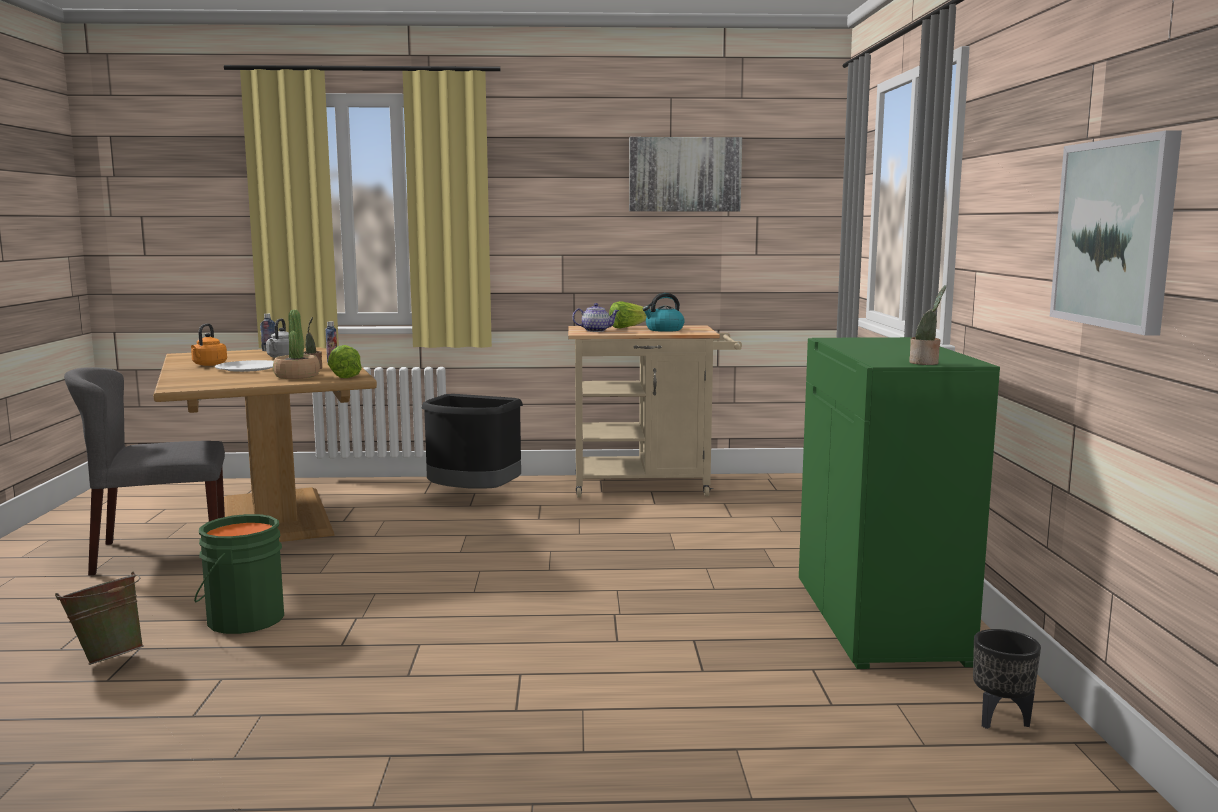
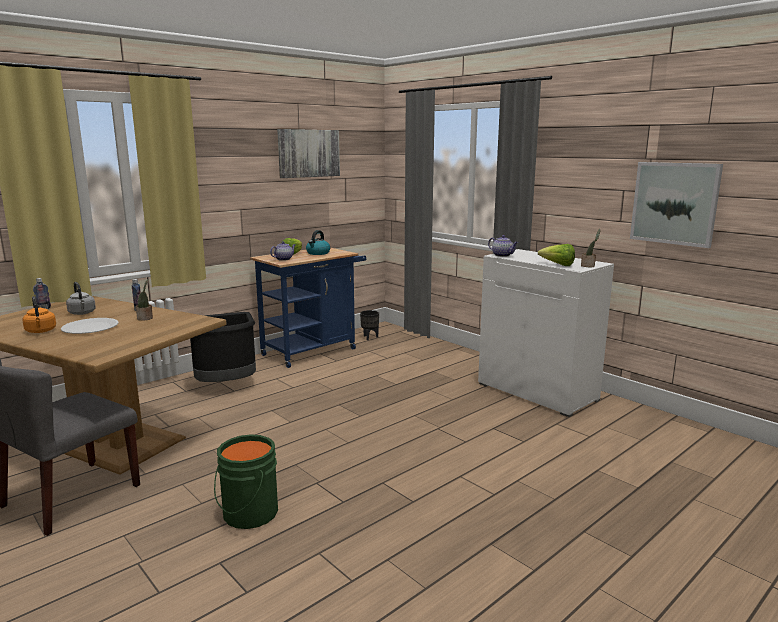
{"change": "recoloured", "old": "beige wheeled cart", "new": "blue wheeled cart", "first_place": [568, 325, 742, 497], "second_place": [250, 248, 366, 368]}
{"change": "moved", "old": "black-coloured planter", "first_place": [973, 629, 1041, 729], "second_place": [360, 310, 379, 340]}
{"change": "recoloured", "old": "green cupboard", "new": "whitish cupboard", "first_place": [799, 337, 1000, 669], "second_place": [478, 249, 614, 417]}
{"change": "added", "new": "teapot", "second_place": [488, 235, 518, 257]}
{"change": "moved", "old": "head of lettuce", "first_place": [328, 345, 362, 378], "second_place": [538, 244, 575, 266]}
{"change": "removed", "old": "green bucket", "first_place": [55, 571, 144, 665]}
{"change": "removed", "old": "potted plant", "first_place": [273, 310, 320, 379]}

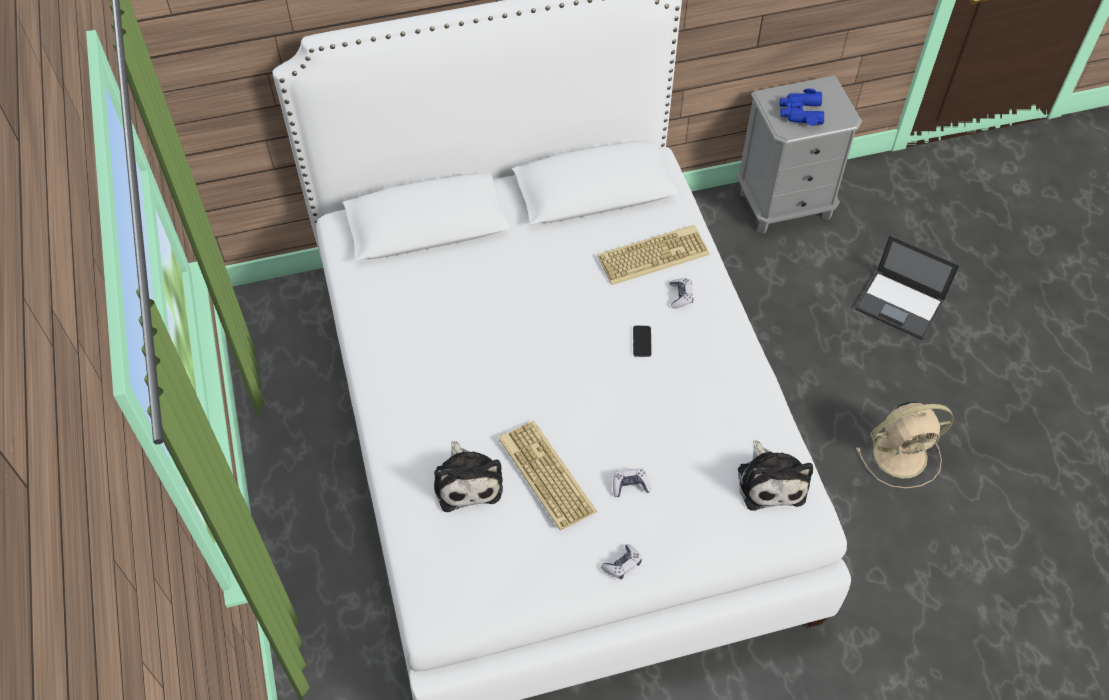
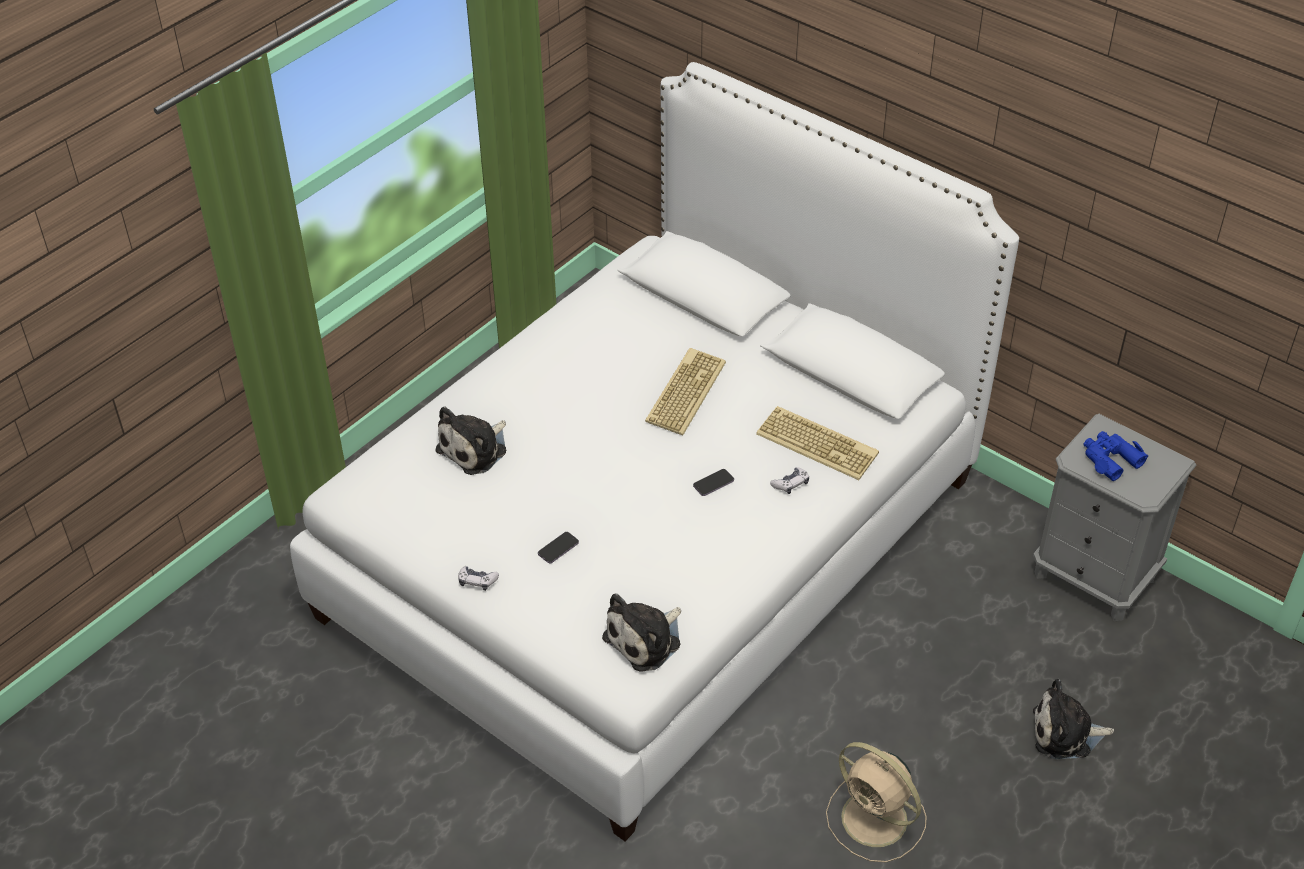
{"change": "replaced", "old": "joypad", "new": "telephone", "first_place": [613, 468, 651, 497], "second_place": [538, 532, 579, 563]}
{"change": "moved", "old": "keyboard", "first_place": [498, 421, 597, 530], "second_place": [645, 348, 726, 435]}
{"change": "replaced", "old": "laptop", "new": "soft toy", "first_place": [855, 235, 959, 340], "second_place": [1033, 679, 1114, 759]}

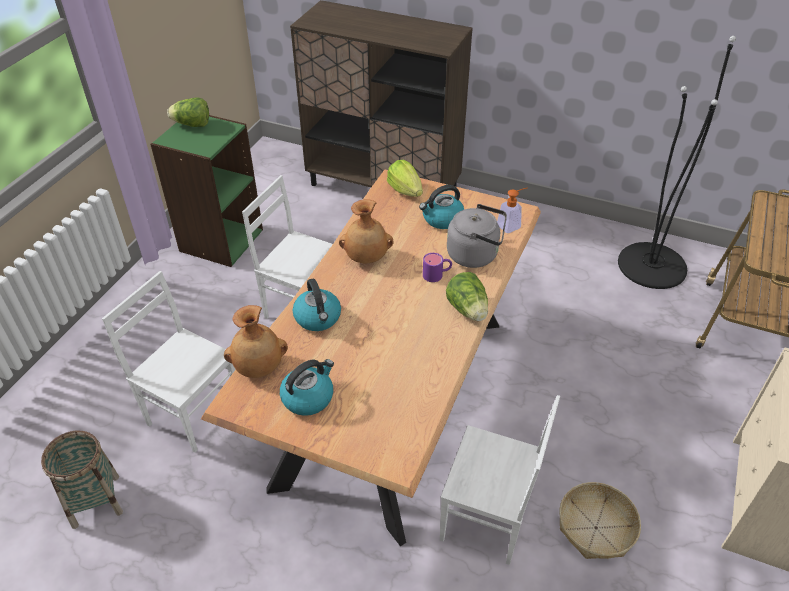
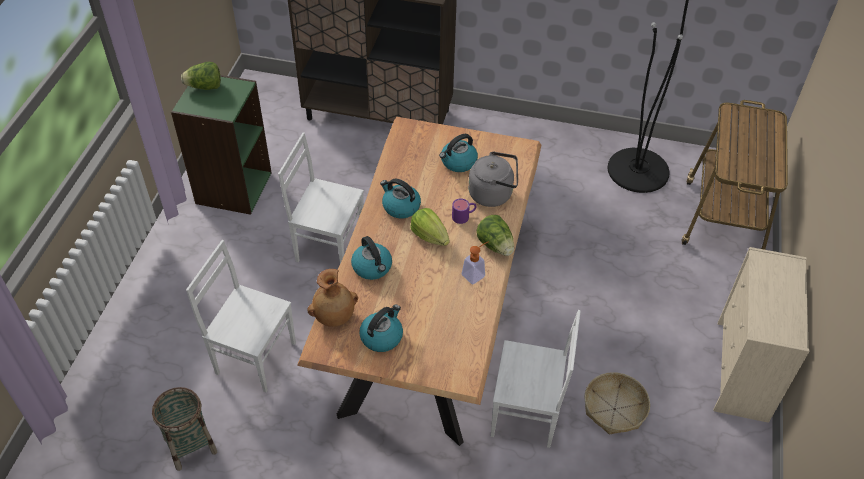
{"change": "replaced", "old": "brownish vase", "new": "tea kettle", "first_place": [339, 199, 394, 263], "second_place": [380, 178, 421, 219]}
{"change": "moved", "old": "head of lettuce", "first_place": [387, 160, 423, 197], "second_place": [410, 208, 450, 246]}
{"change": "moved", "old": "soap bottle", "first_place": [497, 188, 528, 233], "second_place": [462, 241, 489, 284]}

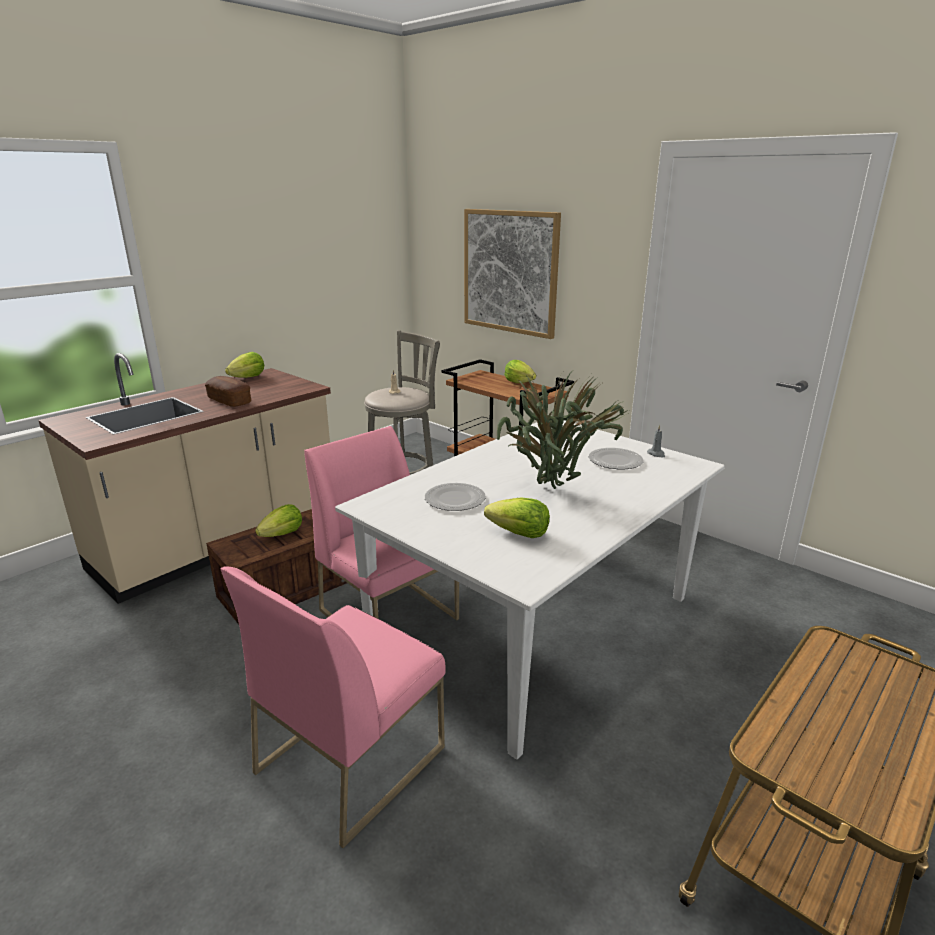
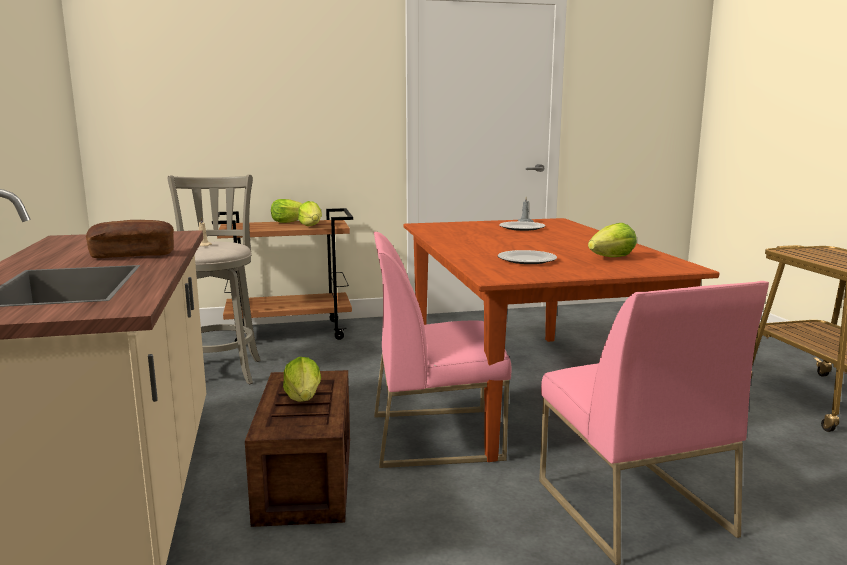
{"change": "moved", "old": "head of lettuce", "first_place": [225, 352, 264, 378], "second_place": [298, 201, 322, 226]}
{"change": "recoloured", "old": "whitish kitchen table", "new": "brownish kitchen table", "first_place": [335, 420, 725, 760], "second_place": [403, 218, 719, 462]}
{"change": "removed", "old": "picture", "first_place": [464, 209, 561, 339]}
{"change": "removed", "old": "potted plant", "first_place": [497, 371, 629, 489]}

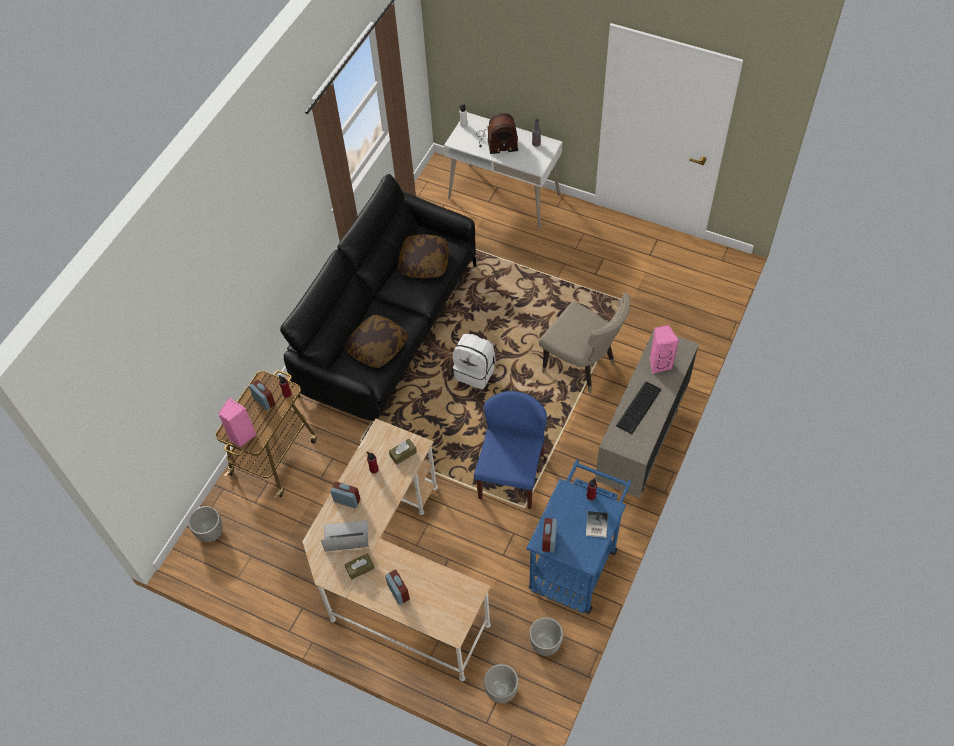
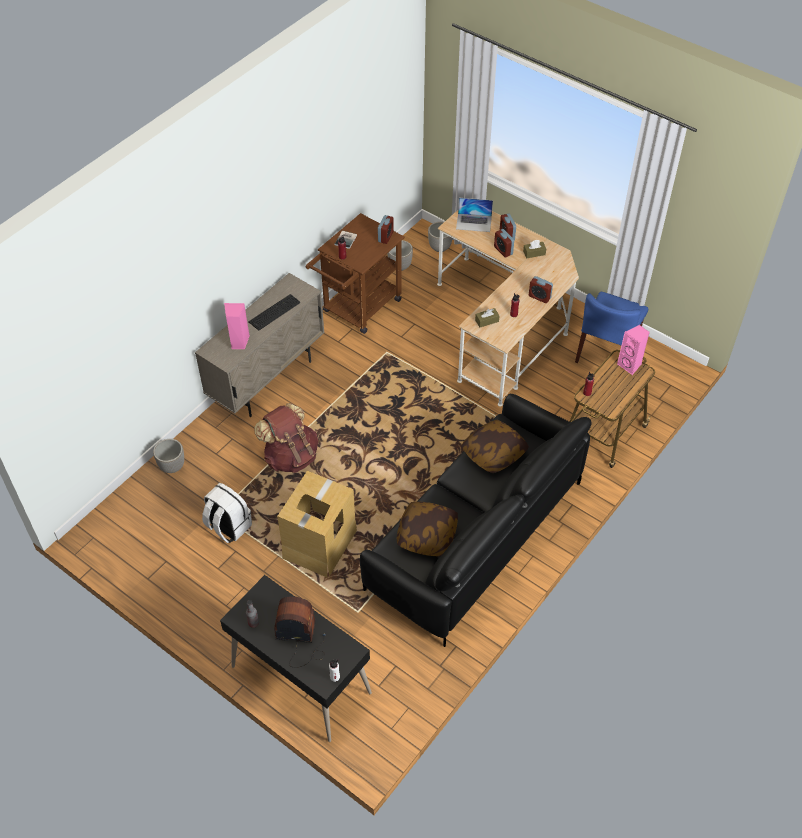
{"change": "moved", "old": "planter", "first_place": [188, 506, 223, 542], "second_place": [153, 439, 184, 473]}
{"change": "moved", "old": "whitish knapsack", "first_place": [453, 334, 496, 389], "second_place": [202, 483, 252, 543]}
{"change": "recoloured", "old": "whitish desk unit", "new": "black-coloured desk unit", "first_place": [444, 112, 563, 230], "second_place": [220, 575, 372, 742]}
{"change": "replaced", "old": "beige upright chair", "new": "brownish knapsack", "first_place": [539, 293, 630, 393], "second_place": [255, 403, 318, 473]}
{"change": "added", "new": "carton", "second_place": [277, 471, 357, 577]}
{"change": "recoloured", "old": "blue wheeled cart", "new": "brownish wheeled cart", "first_place": [526, 459, 631, 614], "second_place": [306, 213, 405, 334]}
{"change": "moved", "old": "laptop", "first_place": [321, 520, 369, 552], "second_place": [456, 198, 493, 232]}
{"change": "moved", "old": "bedside clock", "first_place": [249, 380, 275, 410], "second_place": [494, 229, 514, 258]}
{"change": "moved", "old": "blue upright chair", "first_place": [474, 391, 547, 509], "second_place": [575, 292, 648, 363]}

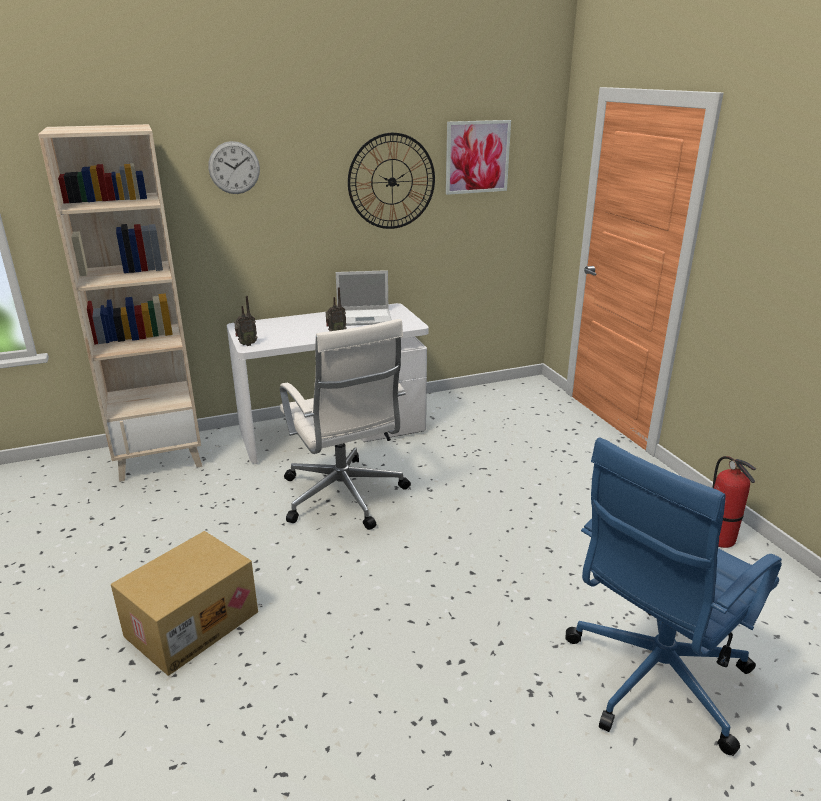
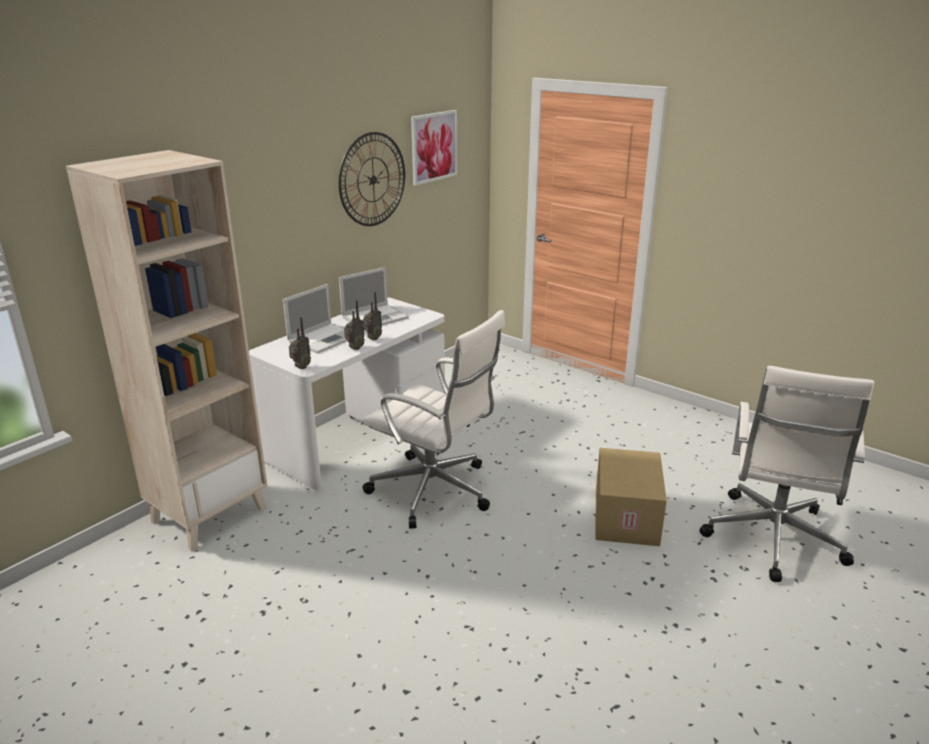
{"change": "added", "new": "laptop", "second_place": [283, 284, 348, 354]}
{"change": "added", "new": "radio", "second_place": [344, 300, 365, 350]}
{"change": "moved", "old": "carton", "first_place": [111, 531, 258, 676], "second_place": [595, 448, 667, 546]}
{"change": "recoloured", "old": "blue computer chair", "new": "whitish computer chair", "first_place": [566, 437, 782, 756], "second_place": [699, 366, 874, 582]}
{"change": "removed", "old": "clock on the wall", "first_place": [208, 141, 260, 194]}
{"change": "removed", "old": "fire-fighting cylinder", "first_place": [713, 456, 756, 548]}

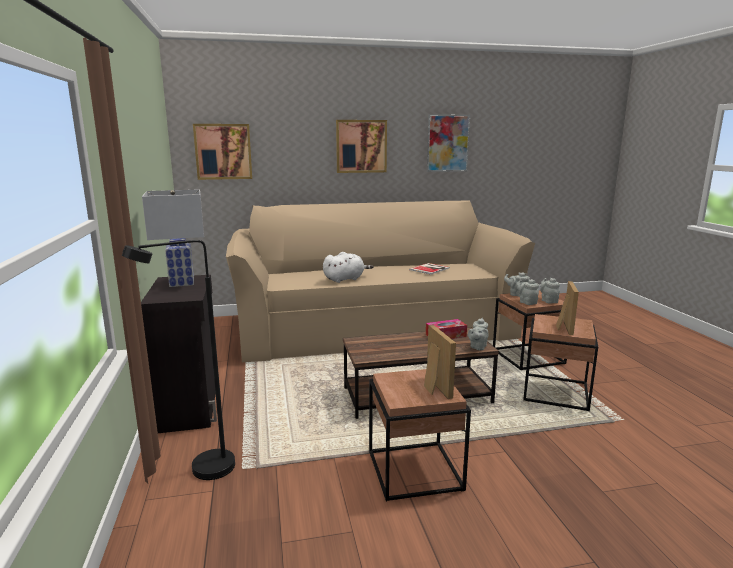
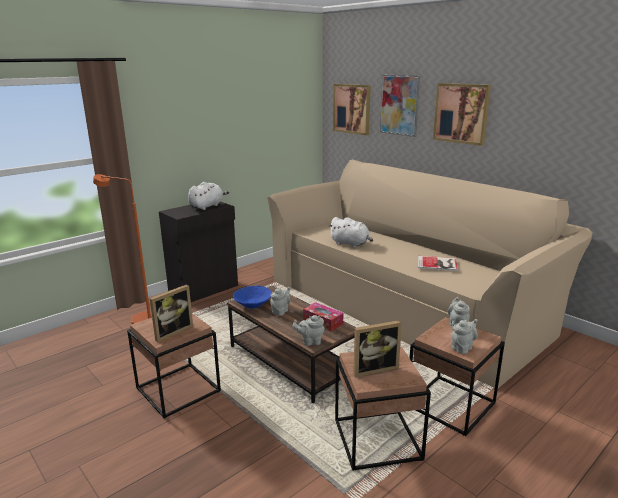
{"change": "recoloured", "old": "black-coloured floor lamp", "new": "orangey floor lamp", "first_place": [122, 240, 235, 480], "second_place": [93, 174, 152, 324]}
{"change": "replaced", "old": "whitish lamp for a table", "new": "whitish soft toy", "first_place": [142, 190, 204, 287], "second_place": [188, 182, 229, 210]}
{"change": "added", "new": "blue serving bowl", "second_place": [233, 286, 272, 308]}
{"change": "moved", "old": "grey teapot", "first_place": [517, 279, 539, 305], "second_place": [270, 287, 291, 316]}
{"change": "moved", "old": "picture", "first_place": [427, 114, 470, 172], "second_place": [380, 75, 420, 137]}

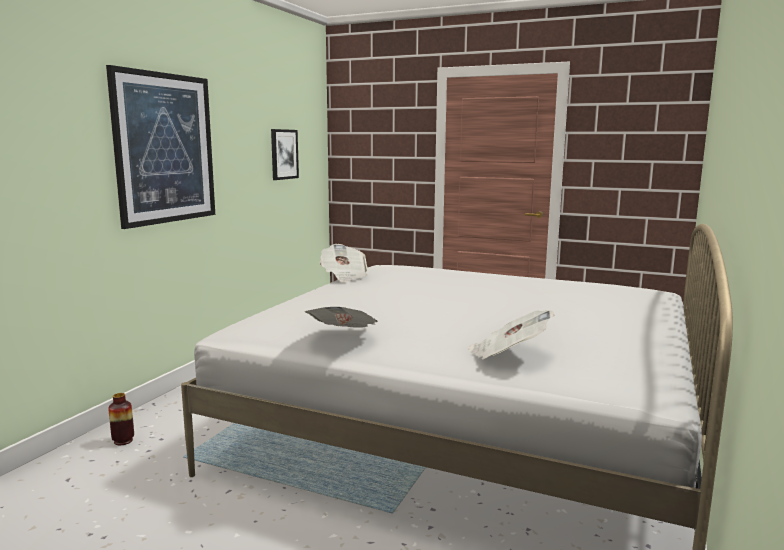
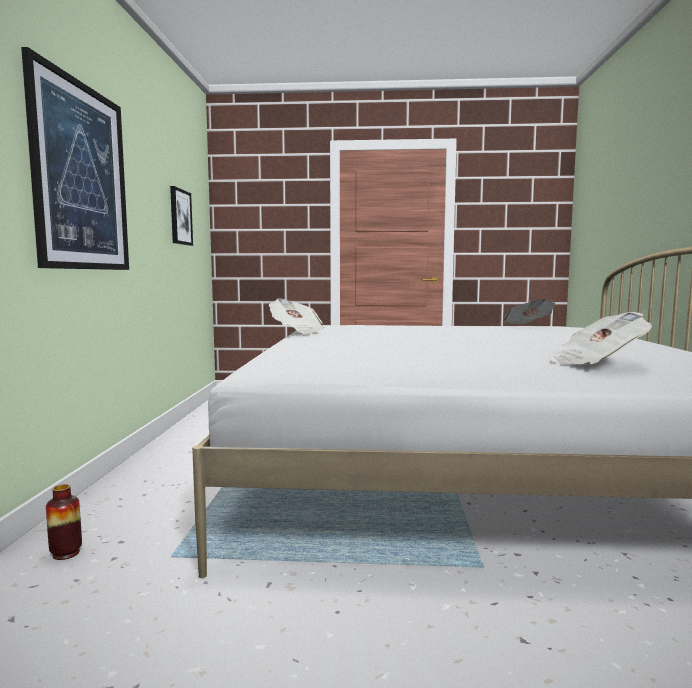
{"change": "moved", "old": "daily paper", "first_place": [305, 307, 377, 328], "second_place": [503, 299, 555, 324]}

